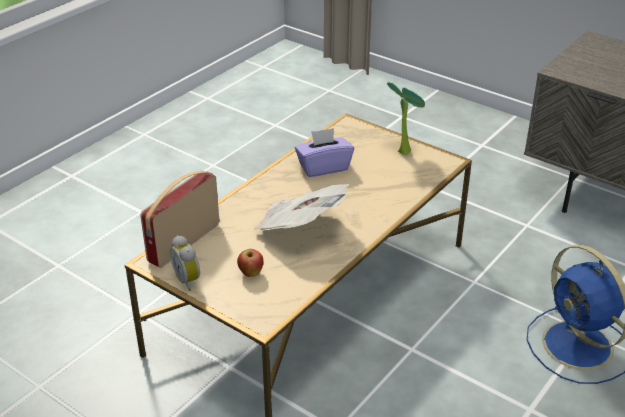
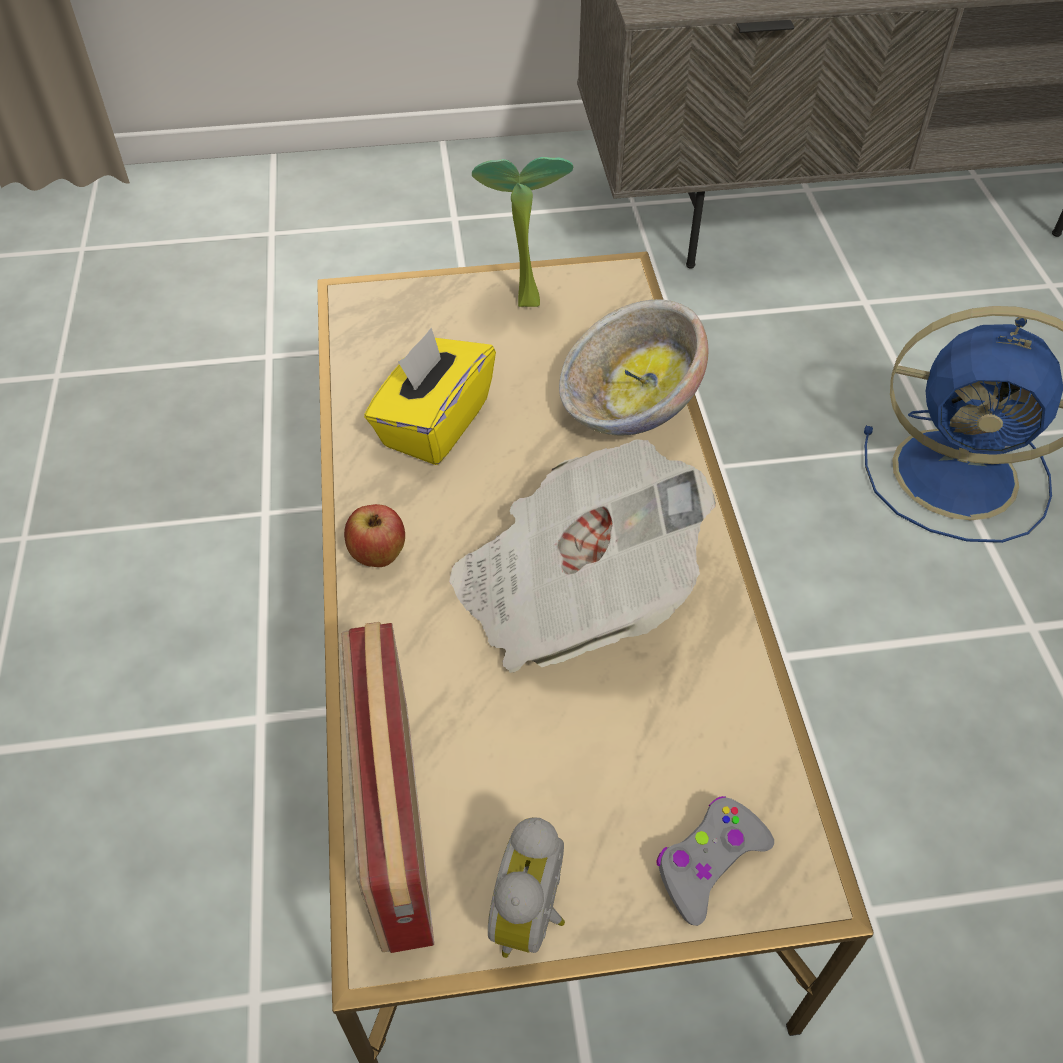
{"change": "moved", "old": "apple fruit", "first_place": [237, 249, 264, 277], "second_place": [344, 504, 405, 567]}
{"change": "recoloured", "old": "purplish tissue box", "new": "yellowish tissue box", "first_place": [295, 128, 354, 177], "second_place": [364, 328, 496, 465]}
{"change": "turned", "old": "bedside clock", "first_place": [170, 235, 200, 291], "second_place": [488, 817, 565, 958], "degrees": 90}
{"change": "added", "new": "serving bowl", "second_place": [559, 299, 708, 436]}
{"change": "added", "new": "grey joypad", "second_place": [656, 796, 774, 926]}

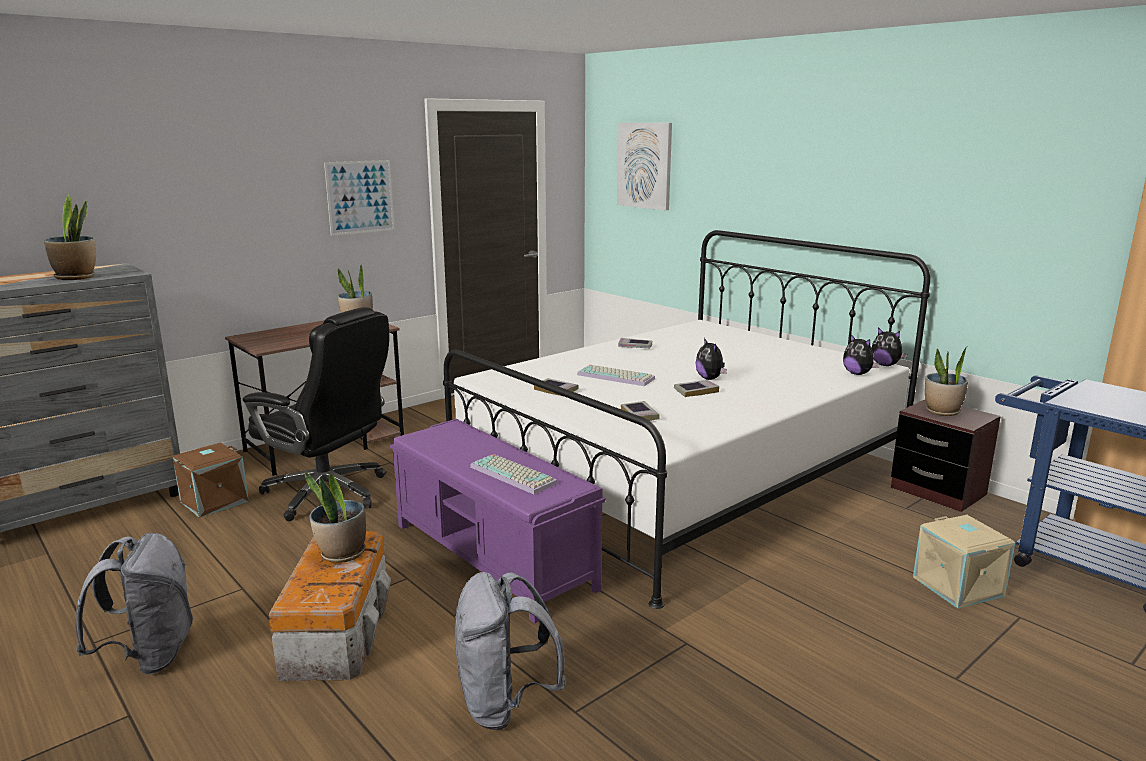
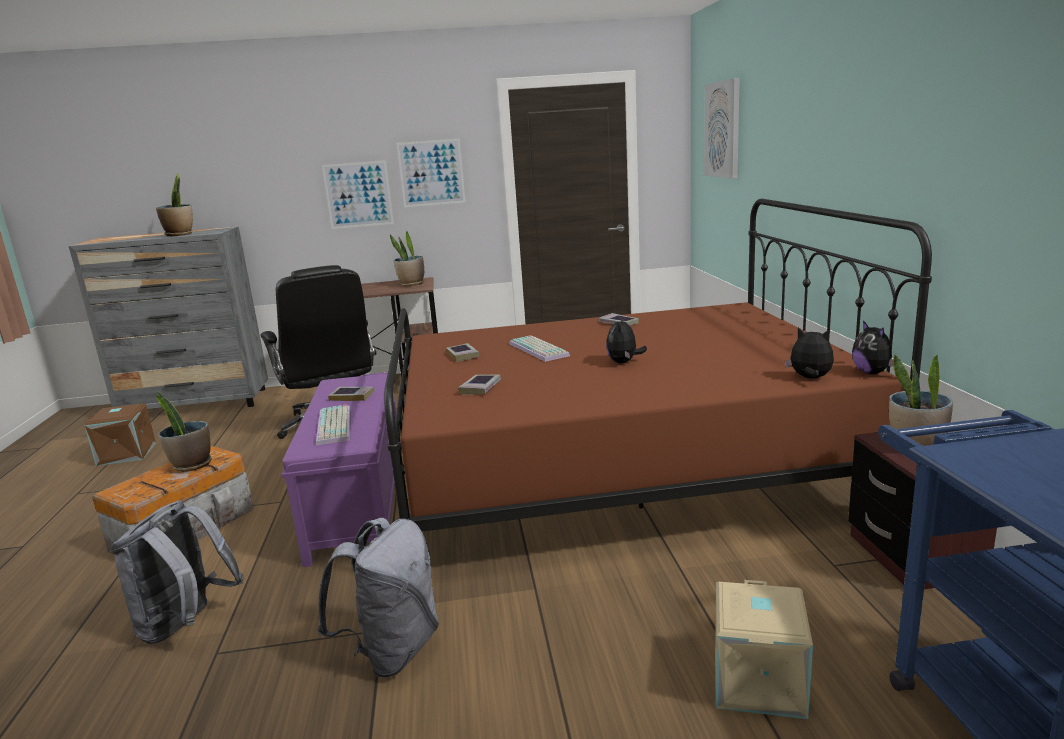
{"change": "moved", "old": "brownish storage bin", "first_place": [173, 443, 249, 518], "second_place": [84, 404, 156, 466]}
{"change": "moved", "old": "grey knapsack", "first_place": [75, 533, 193, 675], "second_place": [317, 518, 439, 678]}
{"change": "added", "new": "picture", "second_place": [322, 160, 394, 229]}
{"change": "moved", "old": "book", "first_place": [674, 380, 719, 397], "second_place": [328, 387, 375, 401]}
{"change": "recoloured", "old": "whitish bedroom bed", "new": "brownish bedroom bed", "first_place": [443, 230, 930, 609], "second_place": [384, 199, 932, 532]}
{"change": "turned", "old": "soft toy", "first_place": [843, 335, 879, 375], "second_place": [785, 327, 834, 379], "degrees": 120}

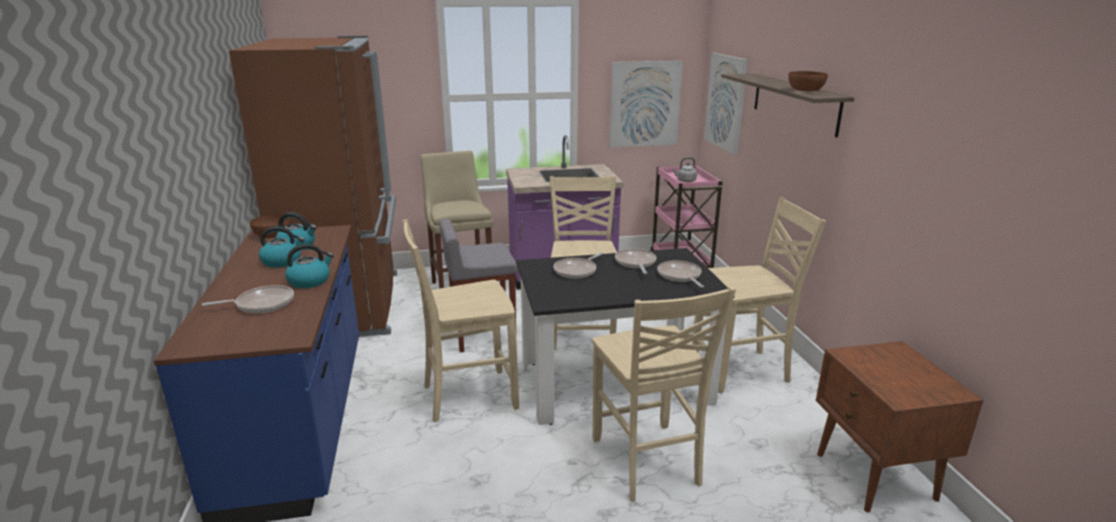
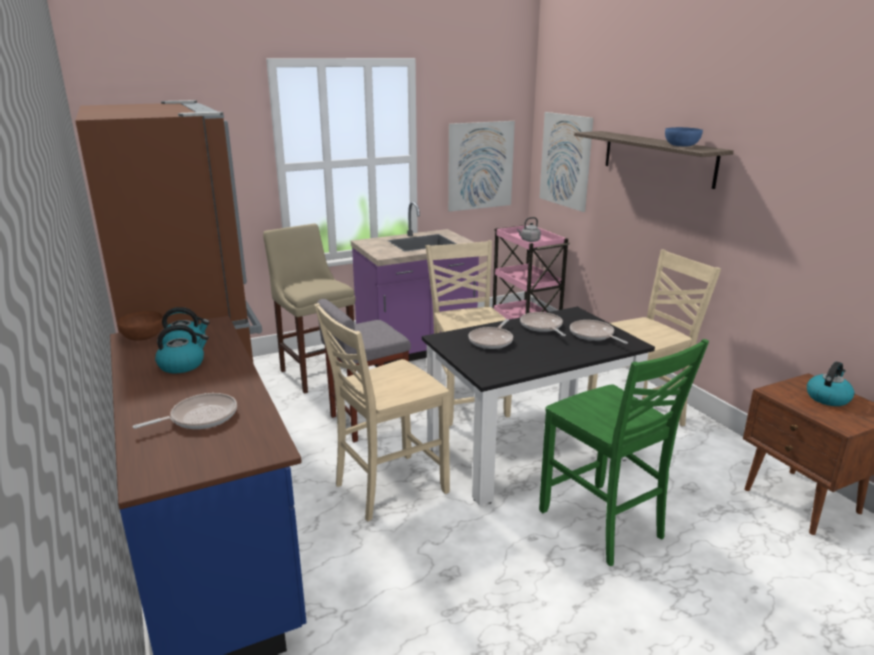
{"change": "recoloured", "old": "beige upright chair", "new": "green upright chair", "first_place": [592, 287, 736, 501], "second_place": [539, 339, 709, 566]}
{"change": "recoloured", "old": "brownish serving bowl", "new": "blue serving bowl", "first_place": [788, 71, 828, 91], "second_place": [665, 127, 703, 146]}
{"change": "moved", "old": "tea kettle", "first_place": [285, 244, 334, 288], "second_place": [807, 362, 855, 406]}

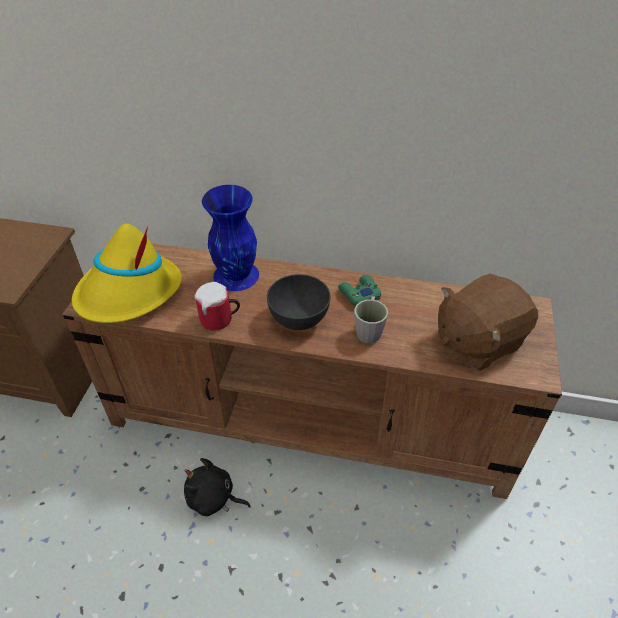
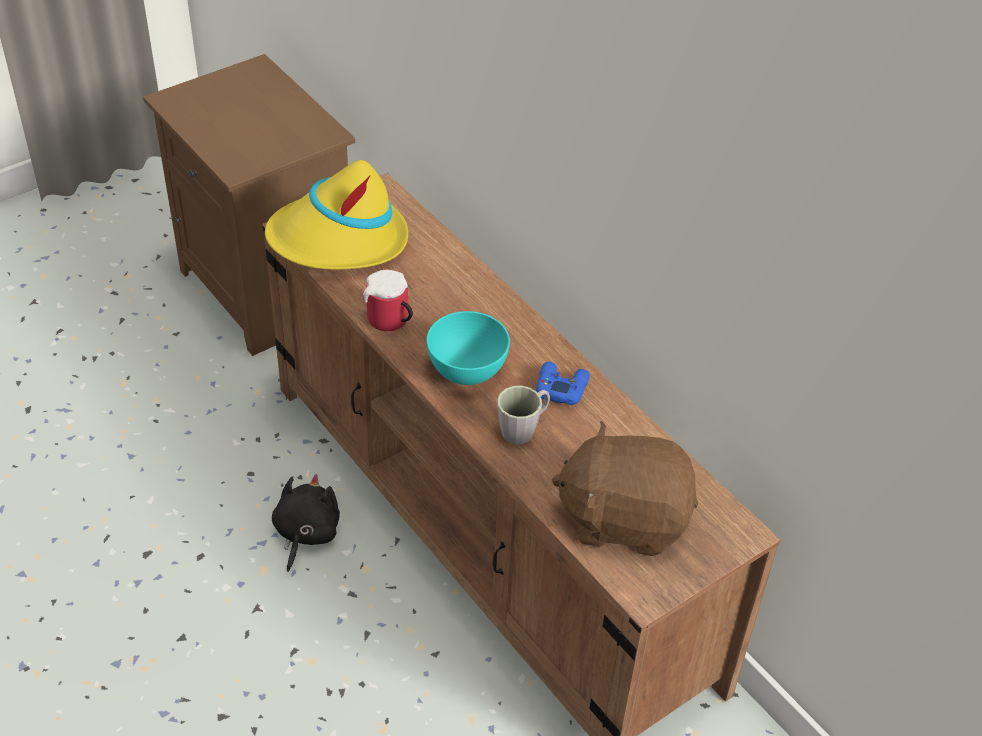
{"change": "turned", "old": "black-coloured soft toy", "first_place": [184, 458, 251, 516], "second_place": [272, 474, 340, 572], "degrees": 45}
{"change": "recoloured", "old": "grey serving bowl", "new": "blue-green serving bowl", "first_place": [267, 274, 331, 330], "second_place": [426, 311, 510, 385]}
{"change": "recoloured", "old": "green joypad", "new": "blue joypad", "first_place": [338, 275, 381, 306], "second_place": [536, 362, 590, 405]}
{"change": "removed", "old": "blue vase", "first_place": [202, 185, 259, 291]}

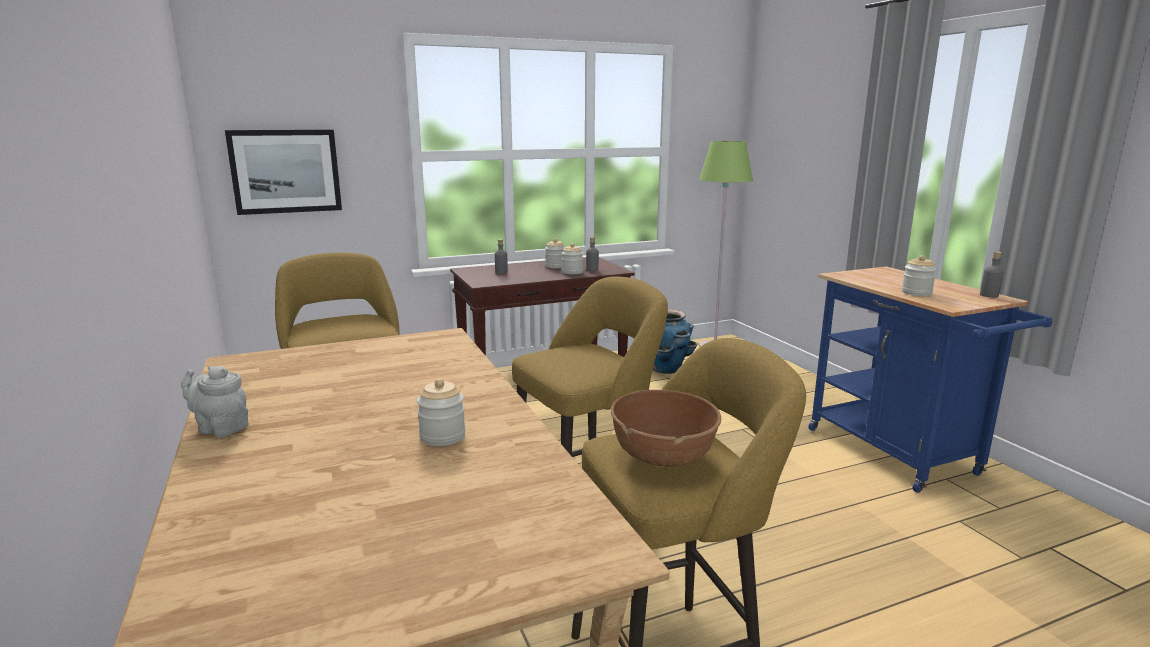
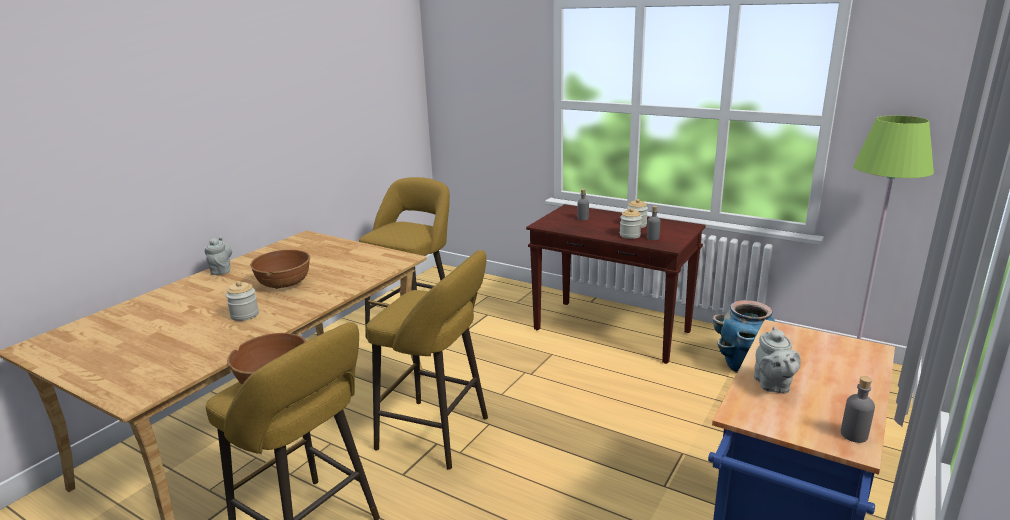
{"change": "added", "new": "brownish serving bowl", "second_place": [250, 250, 310, 289]}
{"change": "replaced", "old": "jar", "new": "grey teapot", "first_place": [902, 255, 937, 296], "second_place": [754, 327, 801, 394]}
{"change": "removed", "old": "picture", "first_place": [225, 130, 342, 215]}

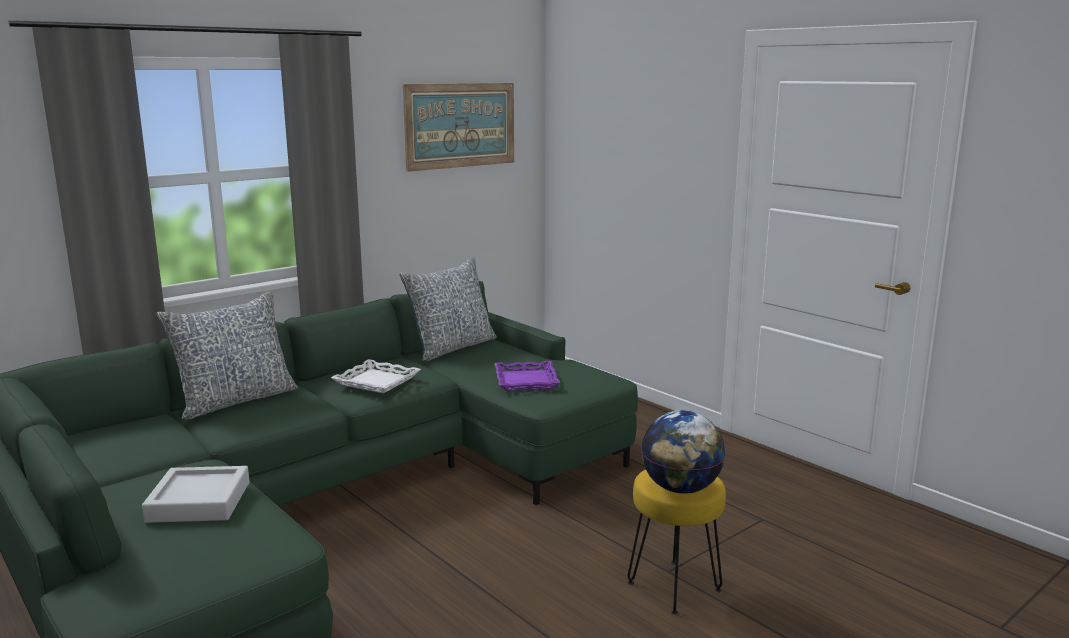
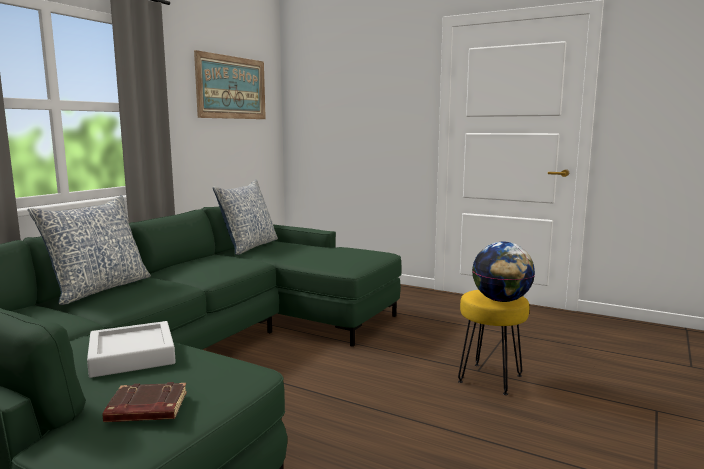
{"change": "added", "new": "brownish book", "second_place": [103, 382, 187, 422]}
{"change": "removed", "old": "whitish tray", "first_place": [331, 359, 421, 393]}
{"change": "removed", "old": "purplish tray", "first_place": [494, 361, 560, 391]}

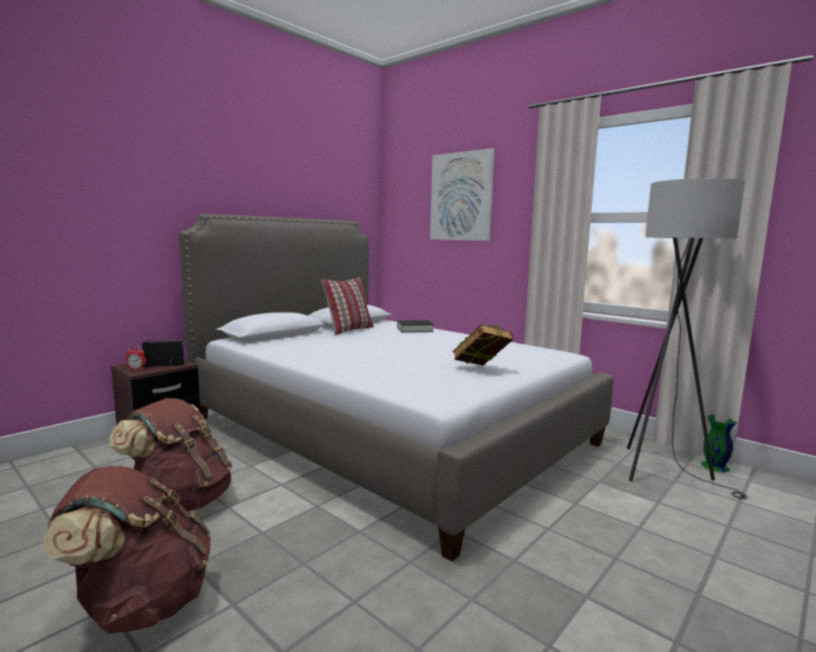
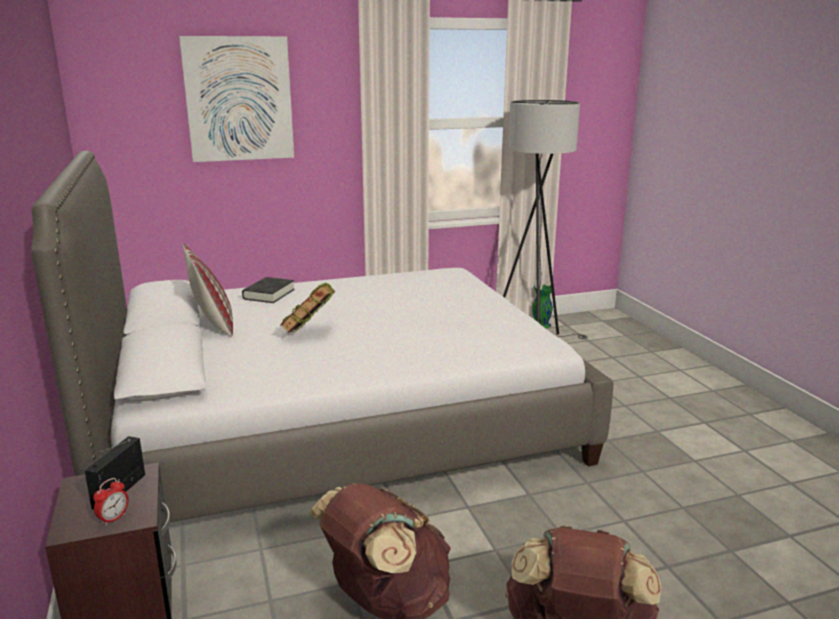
{"change": "moved", "old": "book", "first_place": [453, 324, 514, 365], "second_place": [280, 282, 335, 333]}

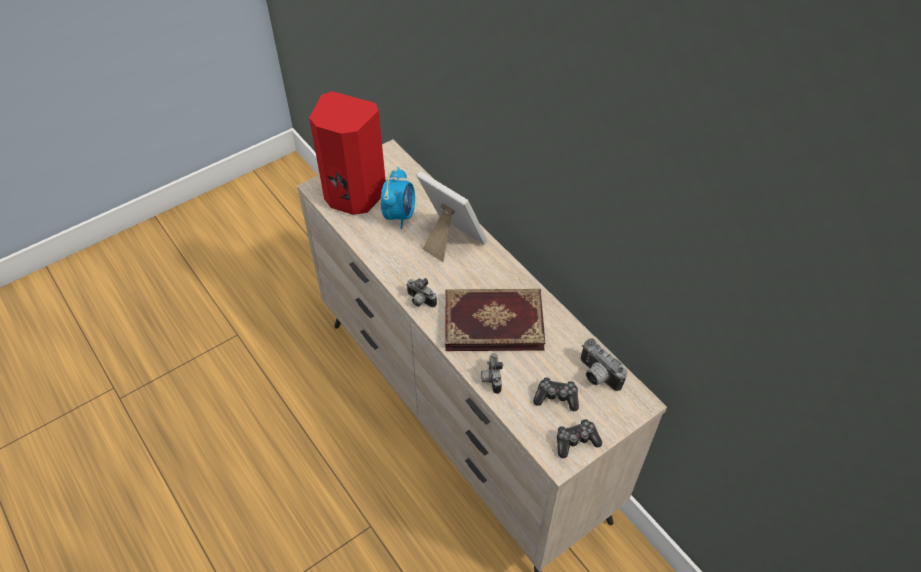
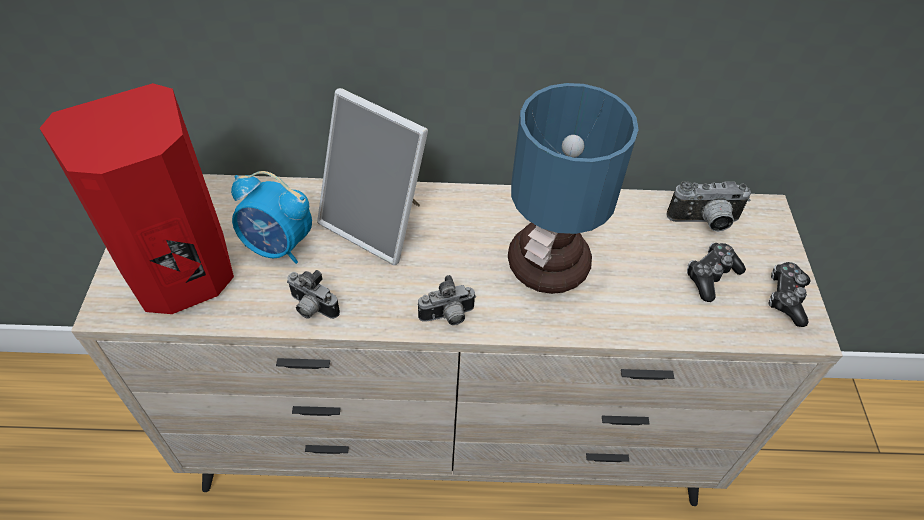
{"change": "turned", "old": "bedside clock", "first_place": [381, 167, 415, 229], "second_place": [231, 171, 312, 264], "degrees": 150}
{"change": "moved", "old": "still camera", "first_place": [481, 353, 503, 394], "second_place": [287, 270, 340, 319]}
{"change": "turned", "old": "standing frame", "first_place": [417, 171, 487, 262], "second_place": [317, 88, 428, 265], "degrees": -135}
{"change": "replaced", "old": "book", "new": "lamp for a table", "first_place": [445, 289, 545, 351], "second_place": [508, 83, 639, 294]}

